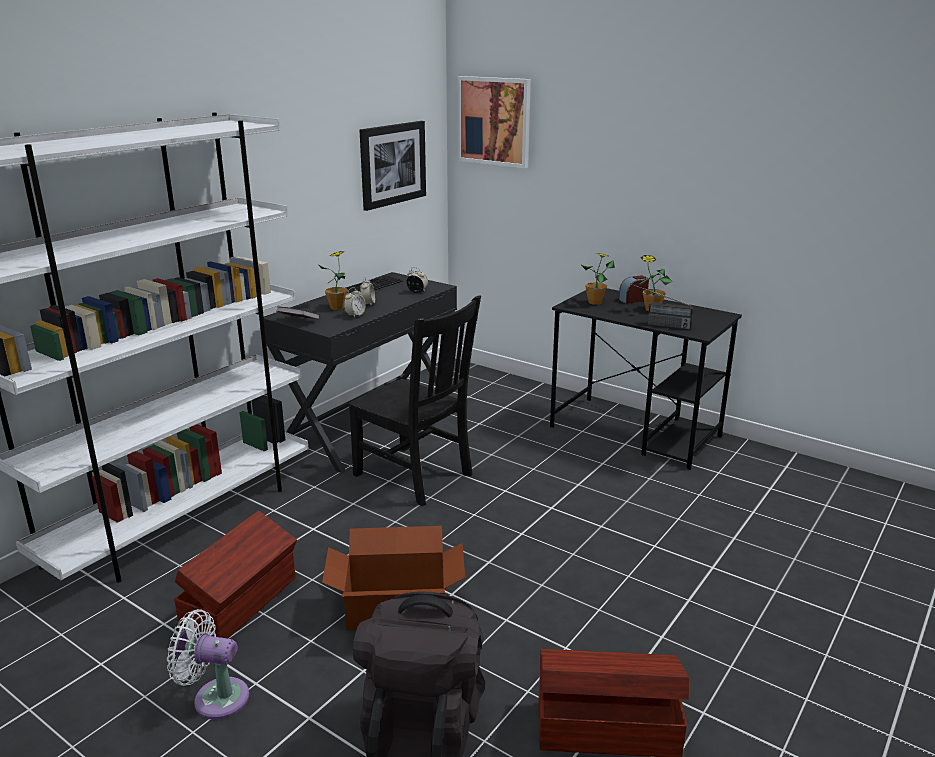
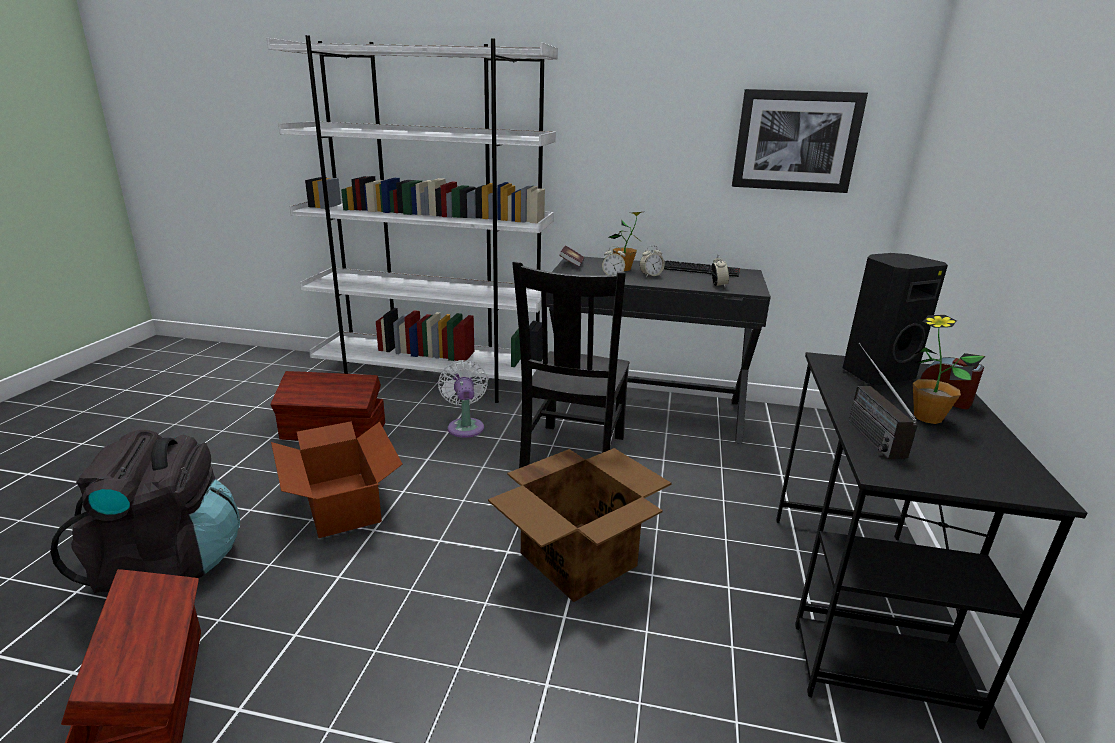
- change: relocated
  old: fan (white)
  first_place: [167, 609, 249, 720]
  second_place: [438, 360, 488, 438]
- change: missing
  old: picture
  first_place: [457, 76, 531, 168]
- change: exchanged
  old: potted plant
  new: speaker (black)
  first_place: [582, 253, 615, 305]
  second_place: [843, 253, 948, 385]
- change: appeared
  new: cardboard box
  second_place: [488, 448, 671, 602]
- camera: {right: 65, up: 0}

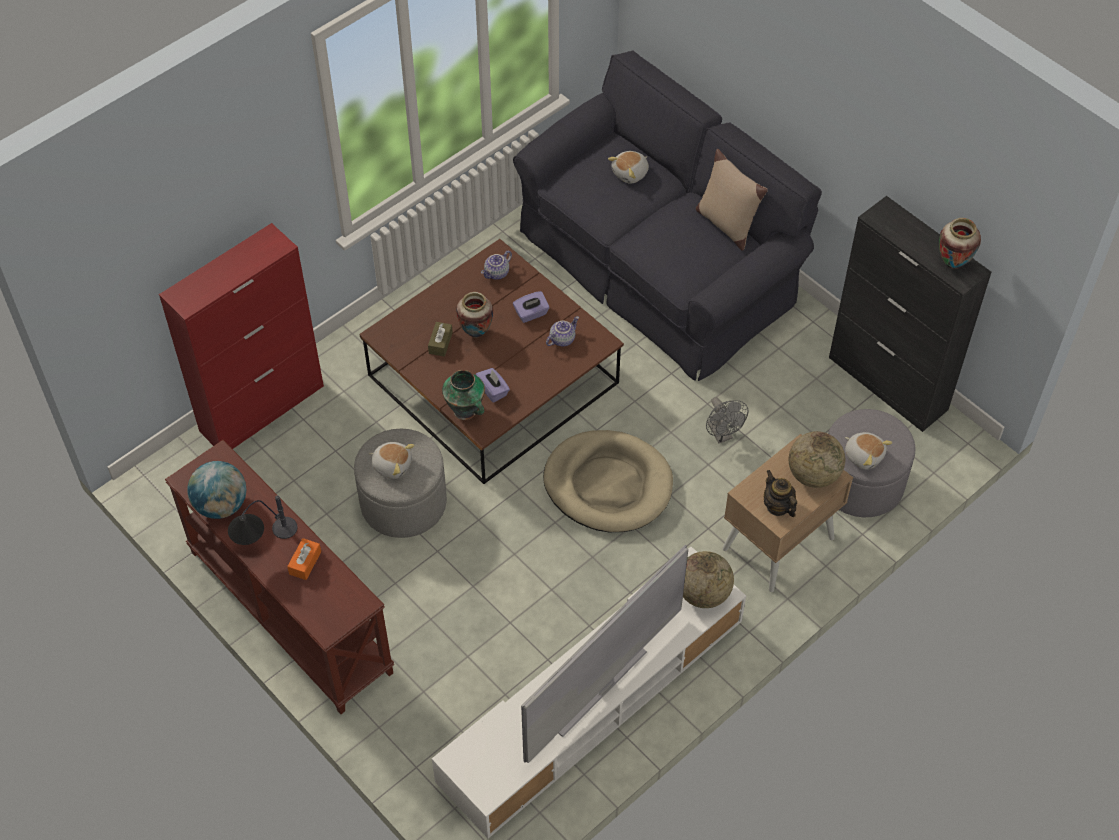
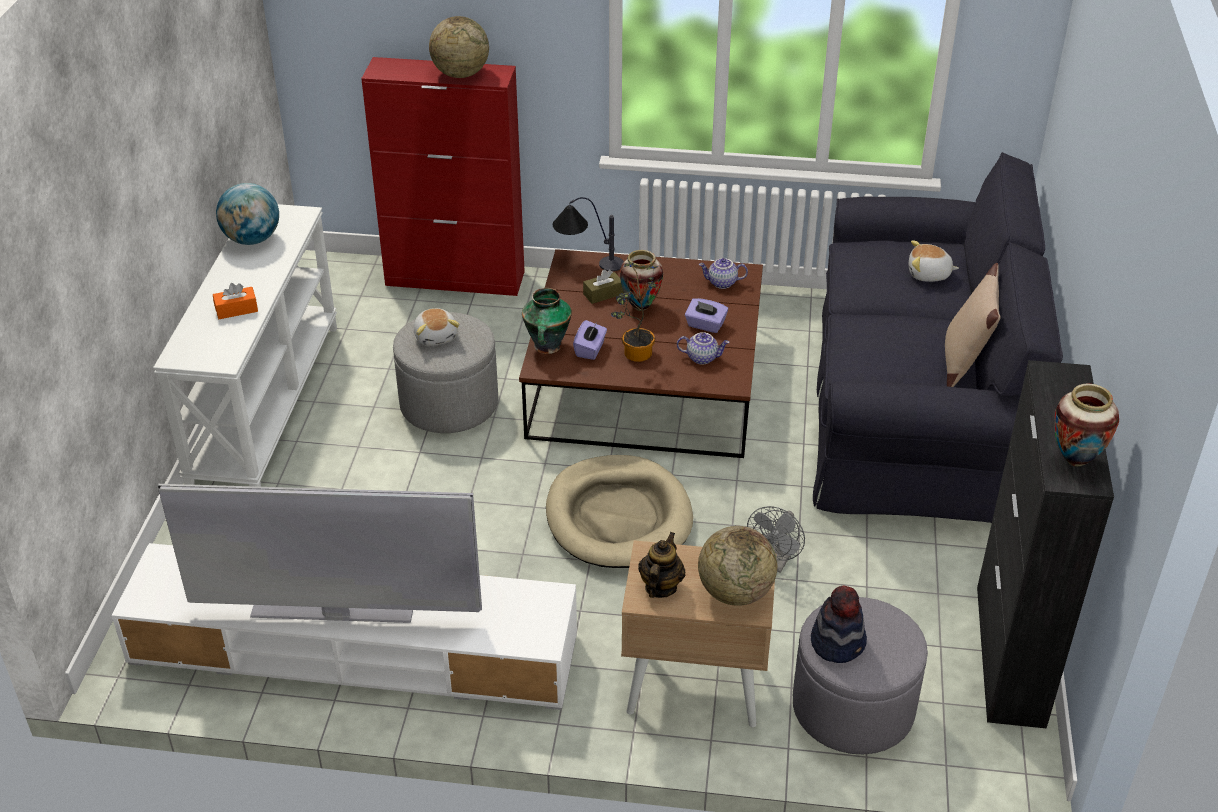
- change: colour
  old: console table (brown)
  new: console table (white)
  first_place: [165, 440, 394, 714]
  second_place: [153, 204, 337, 487]
- change: relocated
  old: table lamp
  first_place: [228, 495, 297, 545]
  second_place: [553, 197, 624, 271]
- change: relocated
  old: globe
  first_place: [683, 551, 734, 608]
  second_place: [429, 16, 489, 78]
- change: exchanged
  old: plush toy
  new: hat
  first_place: [845, 432, 892, 470]
  second_place: [811, 585, 867, 663]
- change: appeared
  new: potted plant
  second_place: [611, 263, 658, 362]
- camera: {right: 50, up: -15}

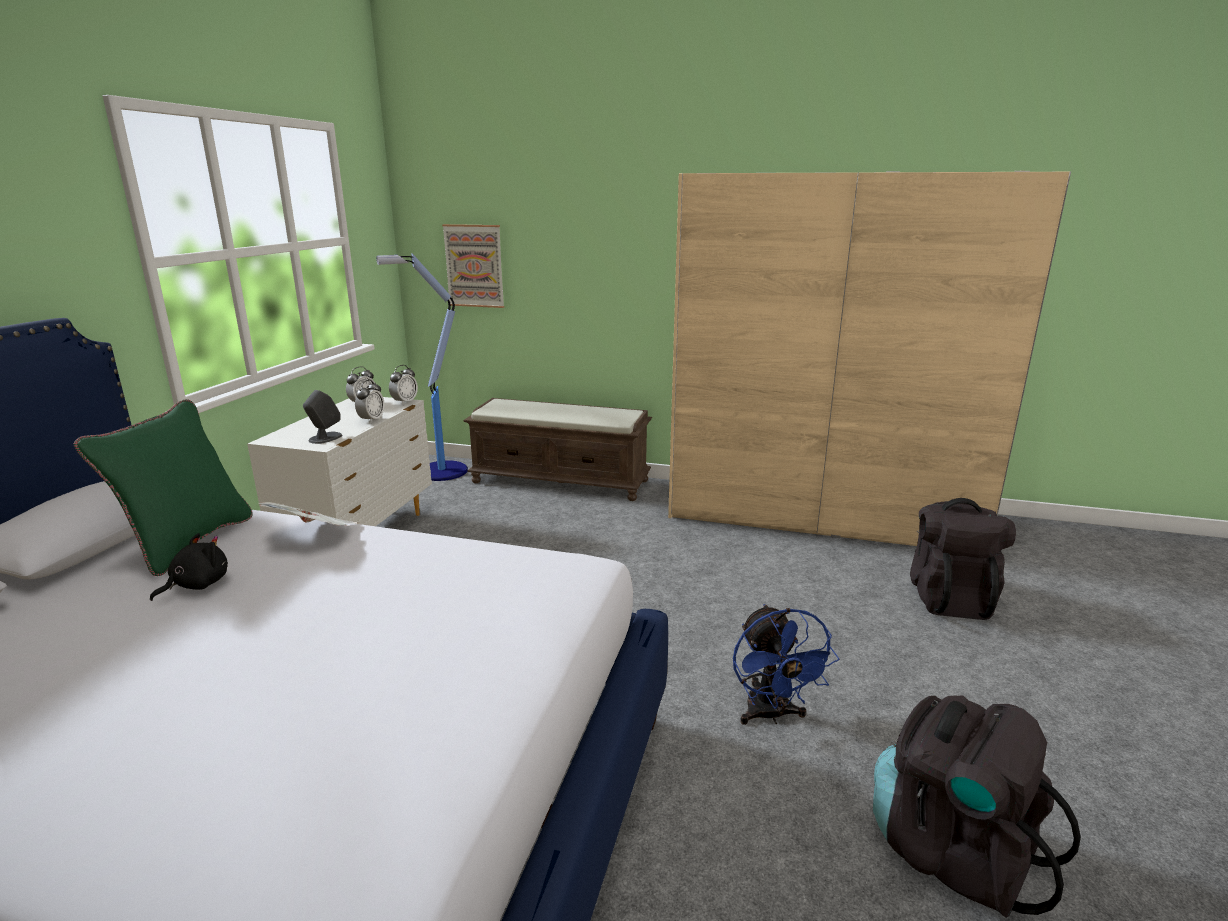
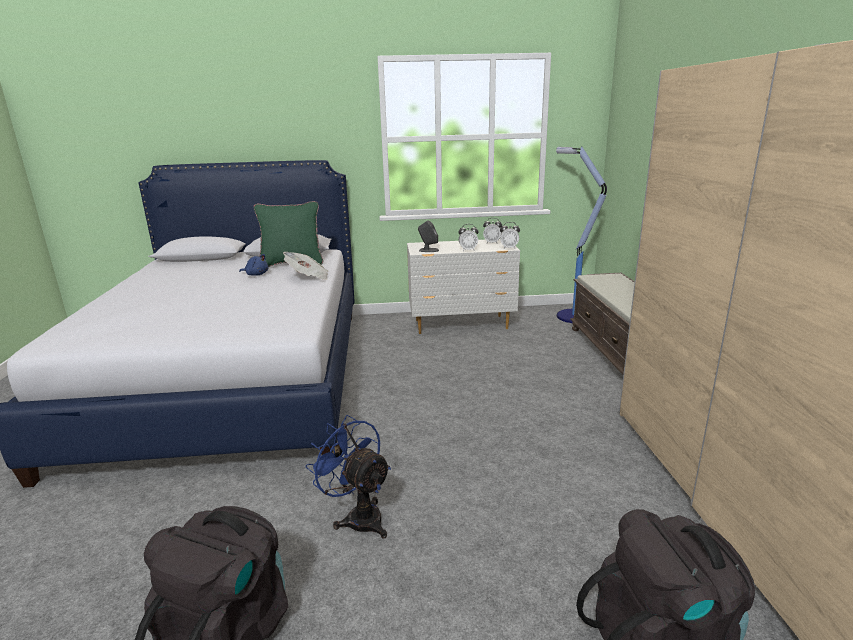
- change: colour
  old: plush toy (black)
  new: plush toy (blue)
  first_place: [150, 533, 228, 601]
  second_place: [239, 254, 269, 276]
- change: missing
  old: picture
  first_place: [442, 224, 504, 308]
- change: spun
  old: fan (blue)
  first_place: [733, 604, 839, 725]
  second_place: [306, 415, 391, 539]
  degrees: 75
- camera: {right: 70, up: 0}

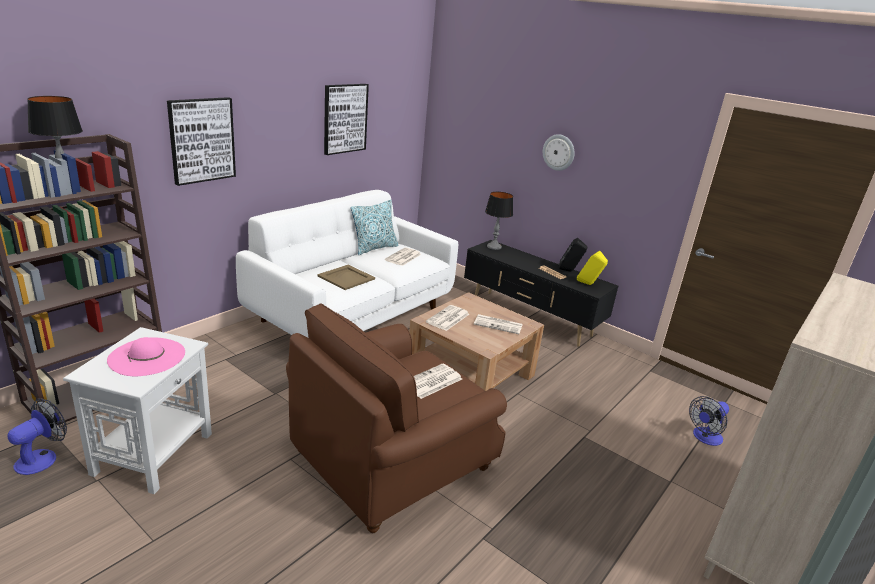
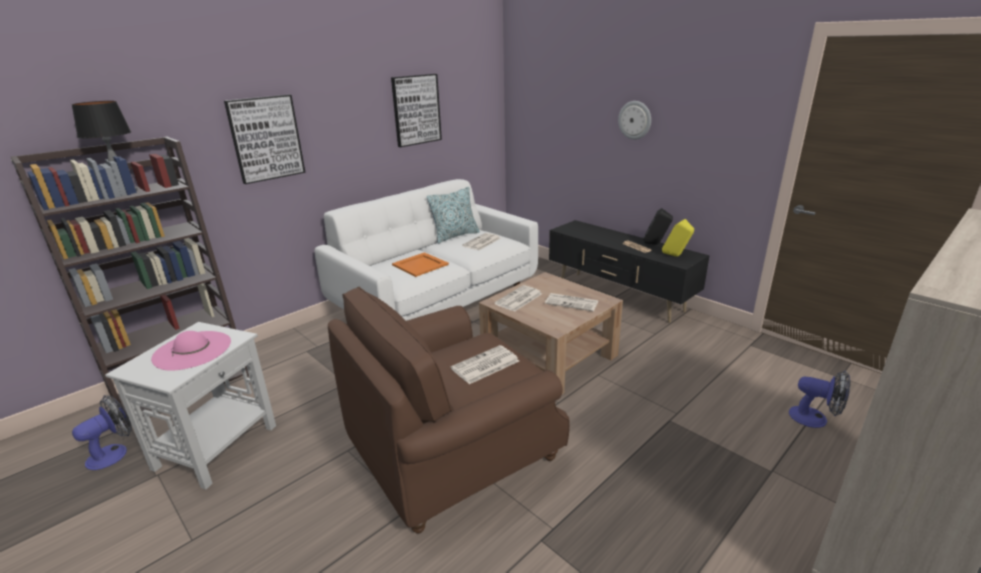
- change: colour
  old: tray (beige)
  new: tray (orange)
  first_place: [318, 265, 375, 290]
  second_place: [392, 252, 449, 277]
- change: missing
  old: table lamp
  first_place: [485, 192, 513, 250]
- change: spun
  old: fan
  first_place: [689, 396, 729, 446]
  second_place: [789, 371, 851, 428]
  degrees: -120
- camera: {right: 10, up: 0}

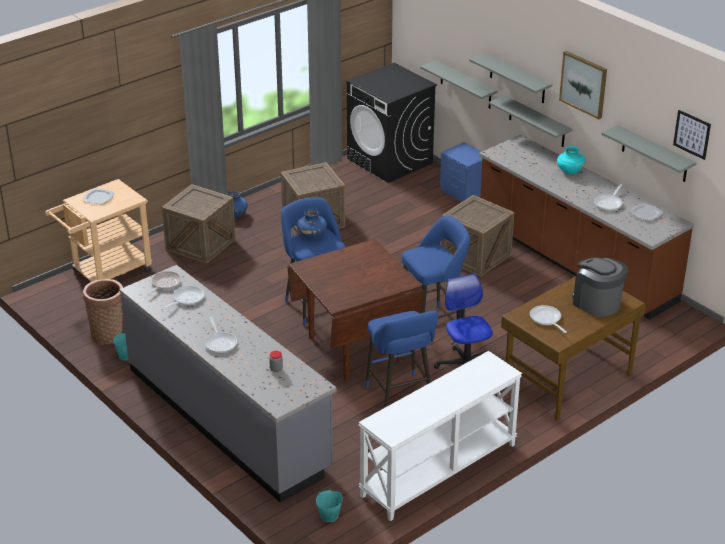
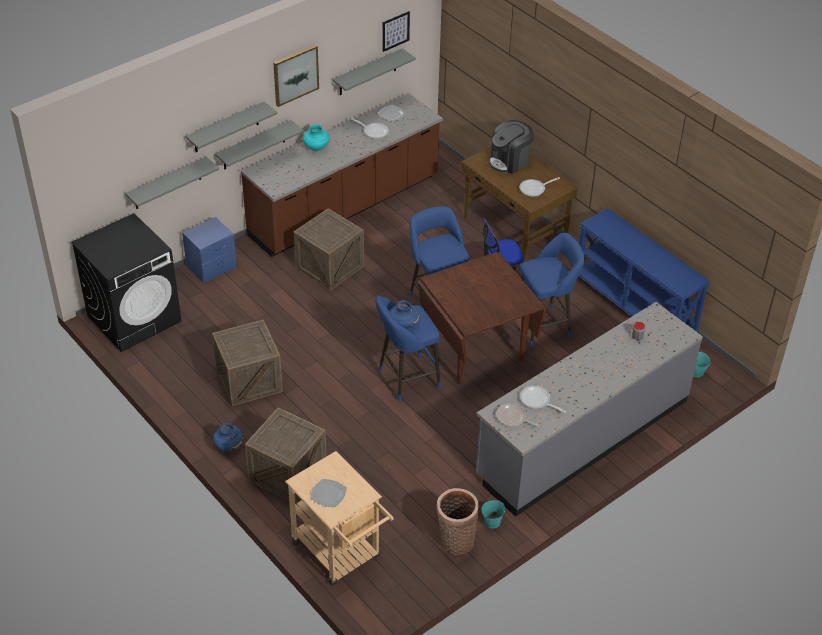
- change: missing
  old: frying pan
  first_place: [205, 317, 237, 353]
- change: colour
  old: console table (white)
  new: console table (blue)
  first_place: [359, 351, 522, 521]
  second_place: [576, 208, 710, 332]
- camera: {right: -90, up: 10}

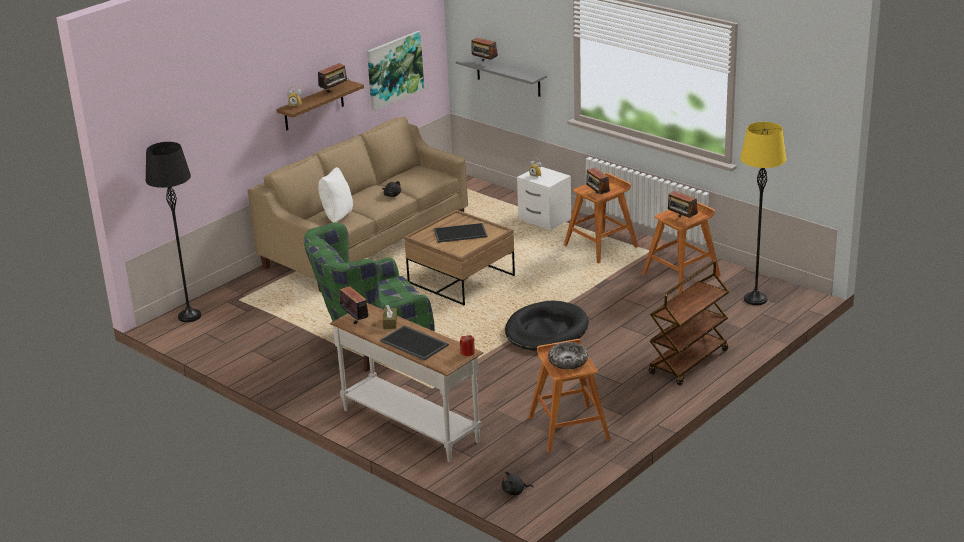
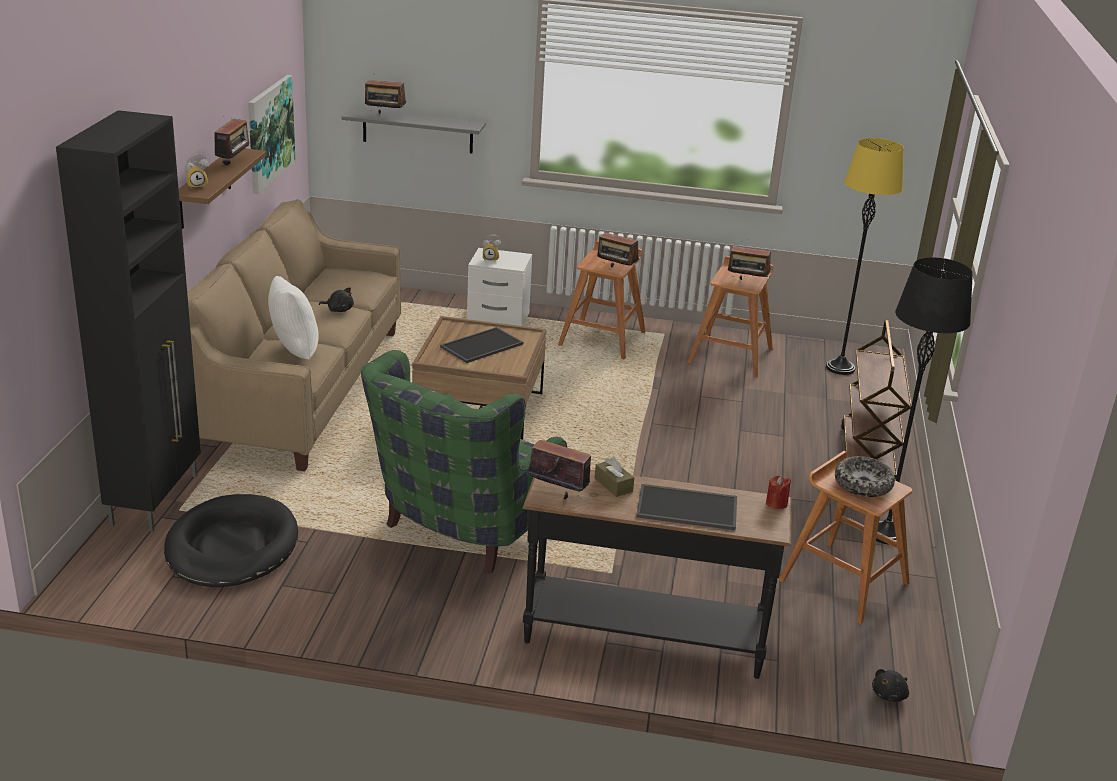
- change: relocated
  old: floor lamp (black)
  first_place: [146, 142, 201, 322]
  second_place: [876, 257, 973, 545]
- change: colour
  old: console table (white)
  new: console table (black)
  first_place: [330, 303, 483, 462]
  second_place: [523, 470, 792, 679]
- change: relocated
  old: dog bed (black)
  first_place: [505, 301, 588, 351]
  second_place: [164, 494, 298, 587]
- change: appeared
  new: cabinet (black)
  second_place: [56, 110, 201, 532]
- camera: {right: -35, up: 0}

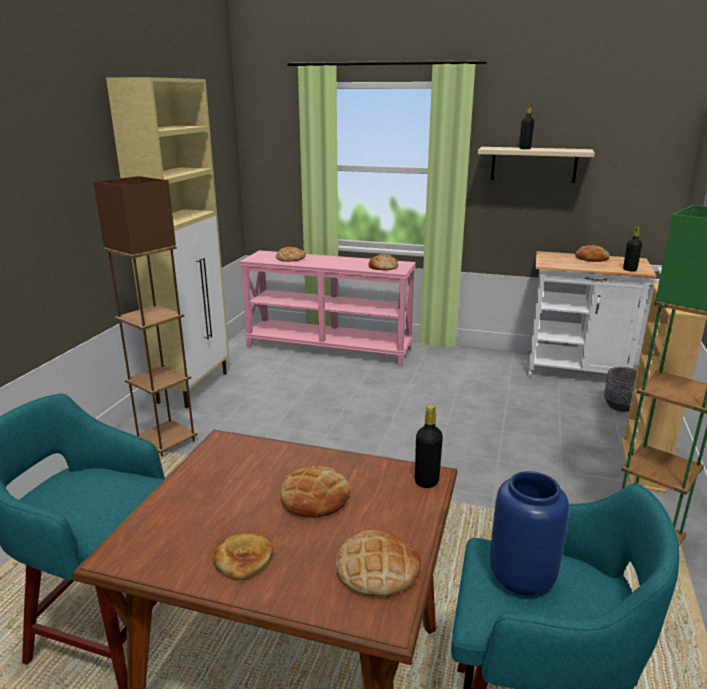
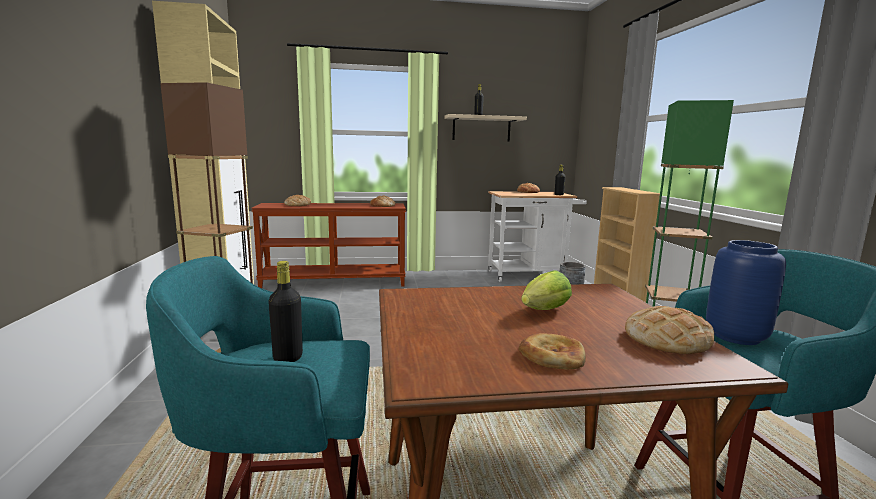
- change: colour
  old: console table (pink)
  new: console table (brown)
  first_place: [239, 250, 416, 367]
  second_place: [251, 203, 406, 288]
- change: exchanged
  old: bread
  new: lettuce
  first_place: [280, 466, 350, 517]
  second_place: [521, 270, 572, 310]
- change: relocated
  old: bottle (black)
  first_place: [415, 405, 443, 488]
  second_place: [268, 261, 303, 362]
- camera: {right: -25, up: -10}

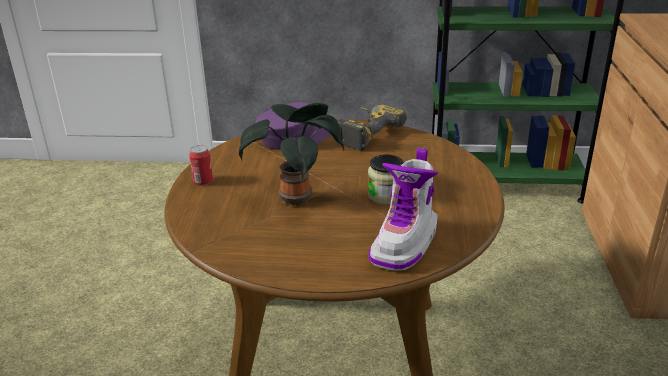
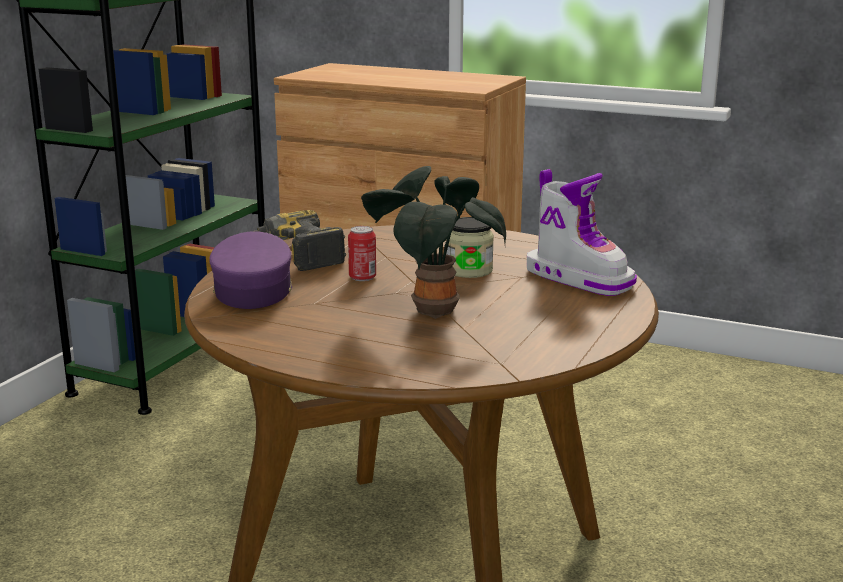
- change: relocated
  old: can
  first_place: [189, 145, 213, 186]
  second_place: [348, 226, 376, 281]
- camera: {right: -70, up: -10}

